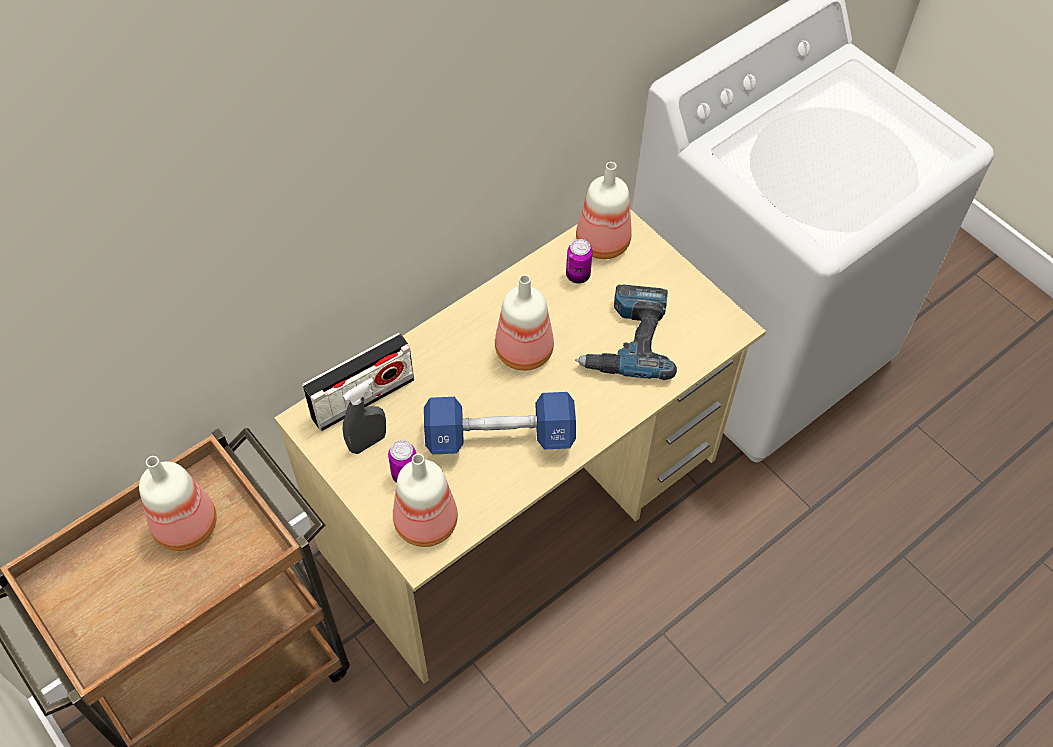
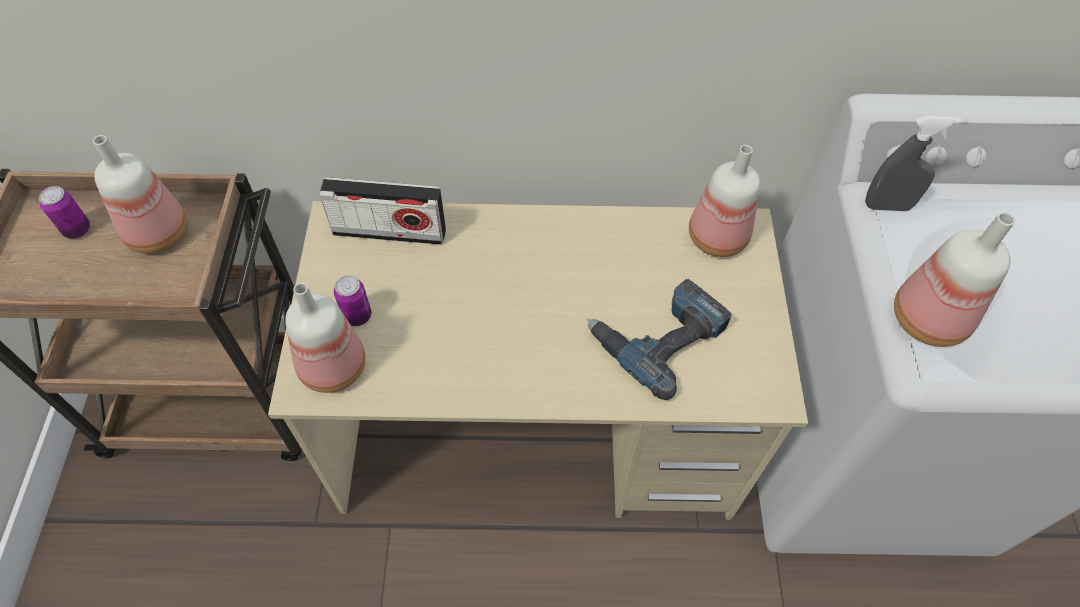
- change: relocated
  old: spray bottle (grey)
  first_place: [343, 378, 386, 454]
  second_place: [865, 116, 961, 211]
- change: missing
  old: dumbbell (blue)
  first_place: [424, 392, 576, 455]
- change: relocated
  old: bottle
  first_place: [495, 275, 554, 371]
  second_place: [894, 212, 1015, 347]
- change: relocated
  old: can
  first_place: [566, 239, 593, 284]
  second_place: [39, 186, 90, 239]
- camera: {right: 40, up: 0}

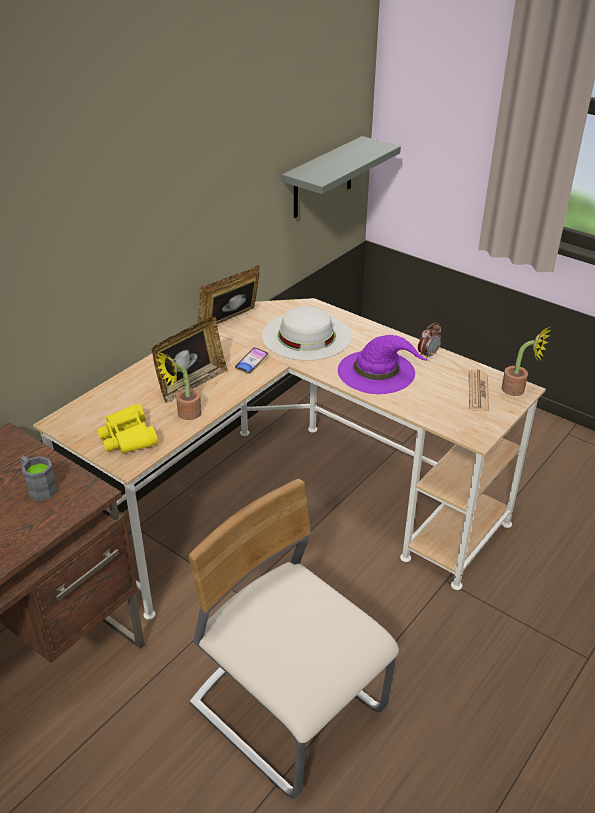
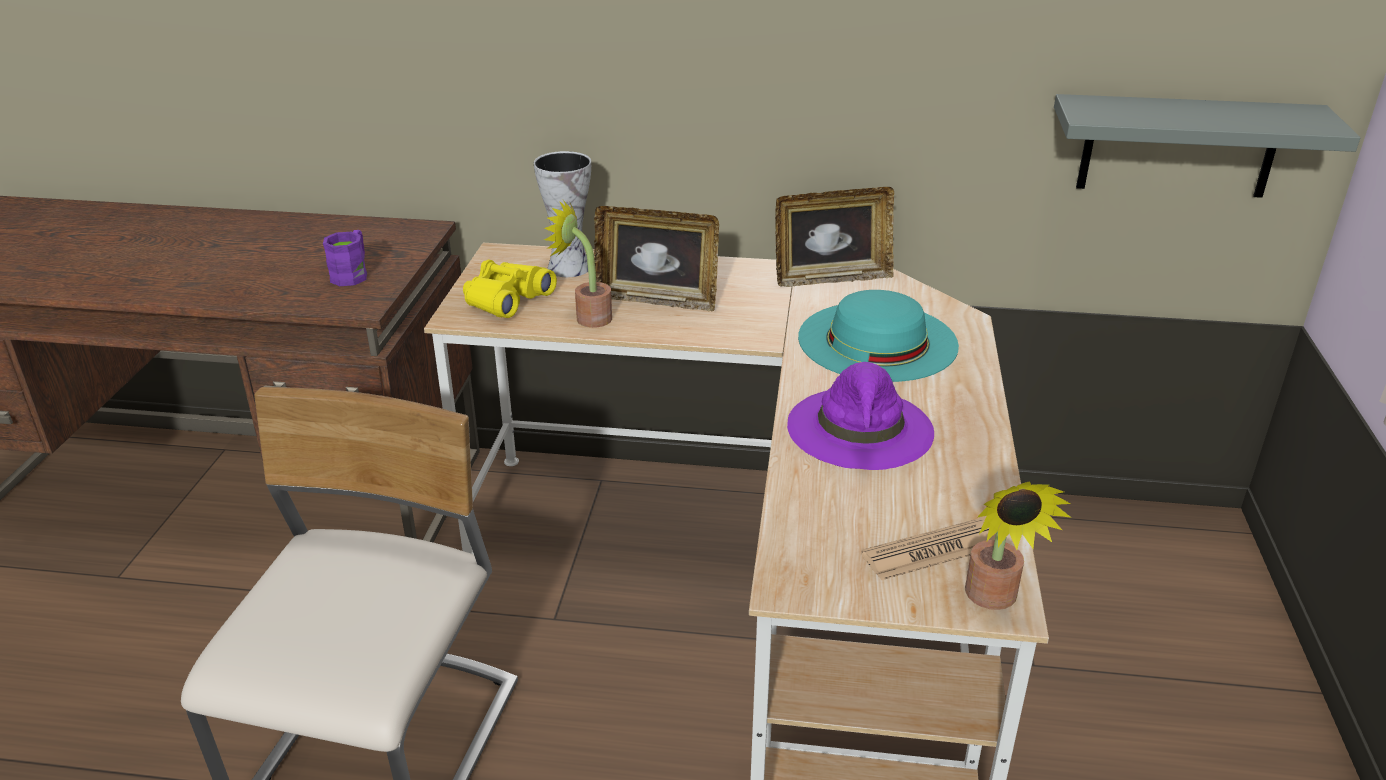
- change: colour
  old: mug (grey)
  new: mug (purple)
  first_place: [21, 456, 58, 501]
  second_place: [323, 230, 367, 286]
- change: spun
  old: picture frame
  first_place: [197, 265, 260, 324]
  second_place: [775, 187, 894, 287]
  degrees: 150
- change: missing
  old: phone
  first_place: [235, 348, 268, 374]
- change: colour
  old: hat (white)
  new: hat (turquoise)
  first_place: [262, 306, 351, 361]
  second_place: [798, 290, 959, 382]
- change: missing
  old: alarm clock
  first_place: [418, 323, 442, 359]
- change: appeared
  new: vase
  second_place: [534, 151, 591, 277]
- camera: {right: 60, up: -5}

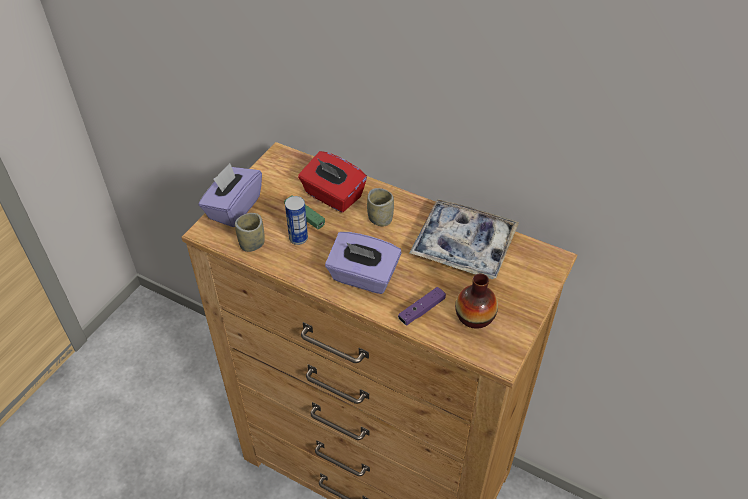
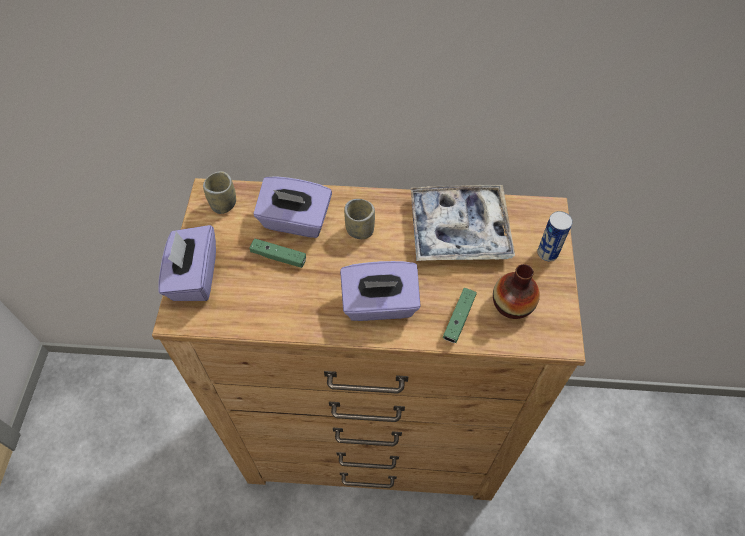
- change: relocated
  old: cup
  first_place: [235, 213, 265, 252]
  second_place: [203, 171, 236, 214]
- change: relocated
  old: can
  first_place: [285, 196, 308, 245]
  second_place: [537, 211, 573, 261]
- change: colour
  old: tissue box (red)
  new: tissue box (purple)
  first_place: [298, 151, 367, 212]
  second_place: [254, 176, 332, 238]
- change: colour
  old: game controller (purple)
  new: game controller (green)
  first_place: [398, 287, 446, 325]
  second_place: [443, 288, 477, 343]
- camera: {right: -25, up: 10}

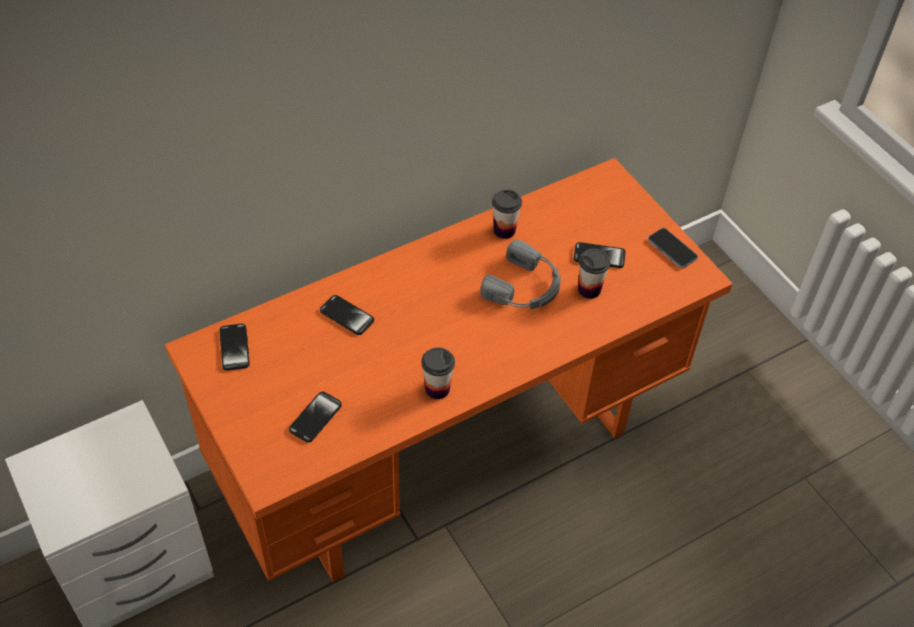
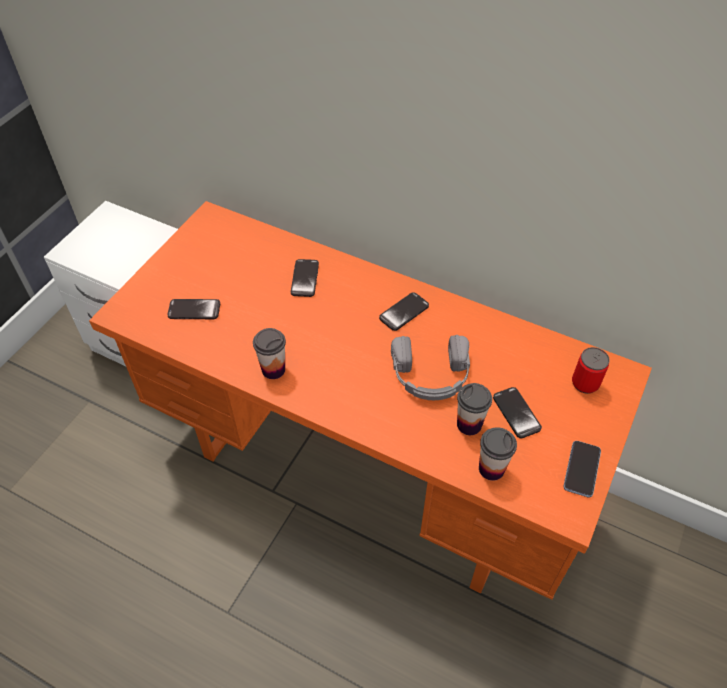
- change: relocated
  old: phone
  first_place: [220, 324, 250, 371]
  second_place: [379, 292, 429, 331]
- change: relocated
  old: cup
  first_place: [492, 189, 522, 239]
  second_place: [479, 428, 517, 481]
- change: appeared
  new: can
  second_place: [572, 347, 610, 394]
- camera: {right: 60, up: 0}

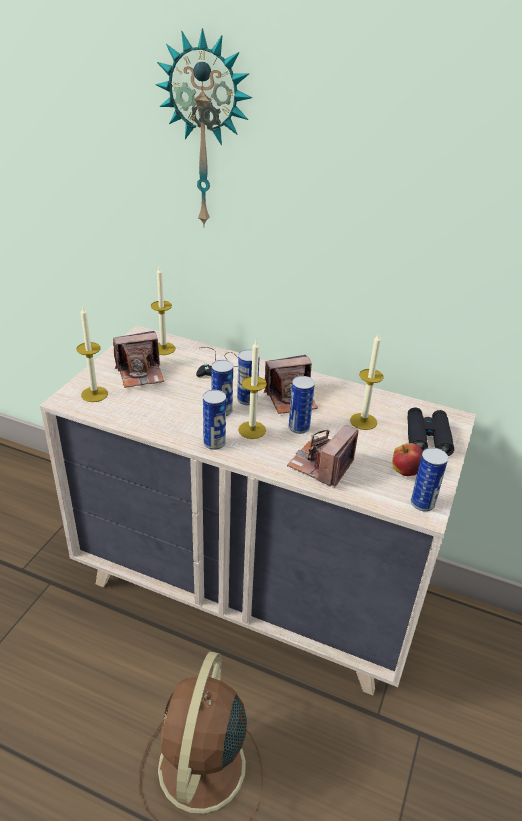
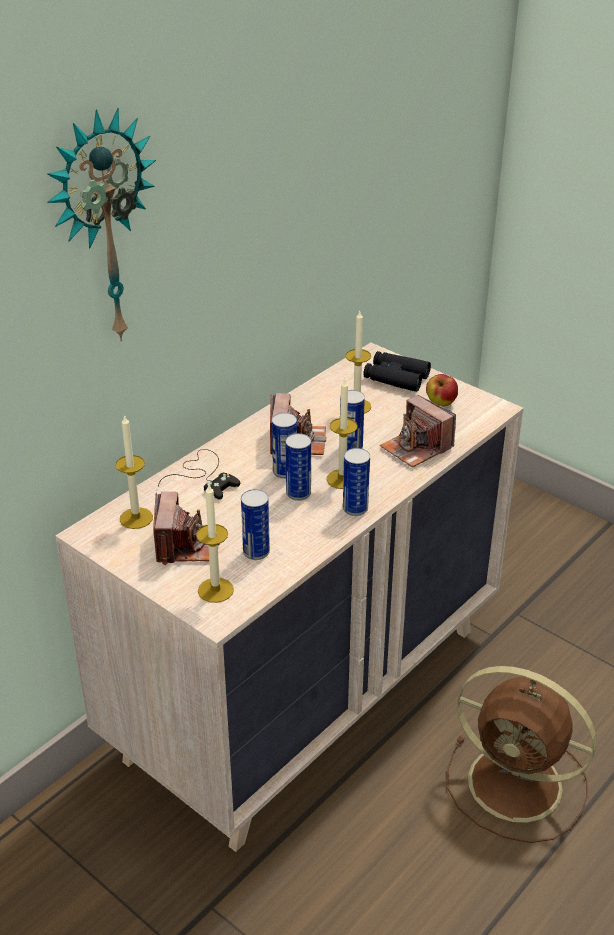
- change: relocated
  old: can
  first_place: [411, 447, 448, 512]
  second_place: [241, 489, 270, 560]
- camera: {right: -70, up: 0}

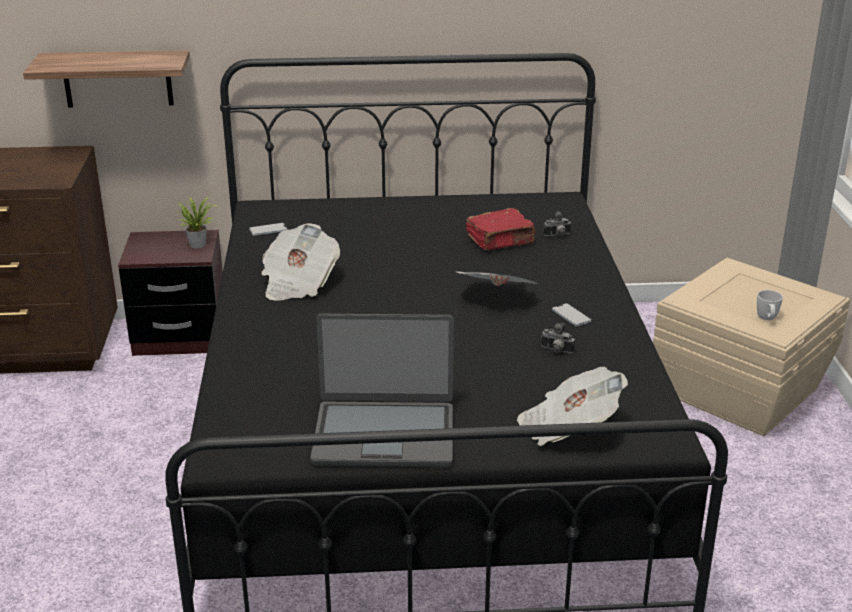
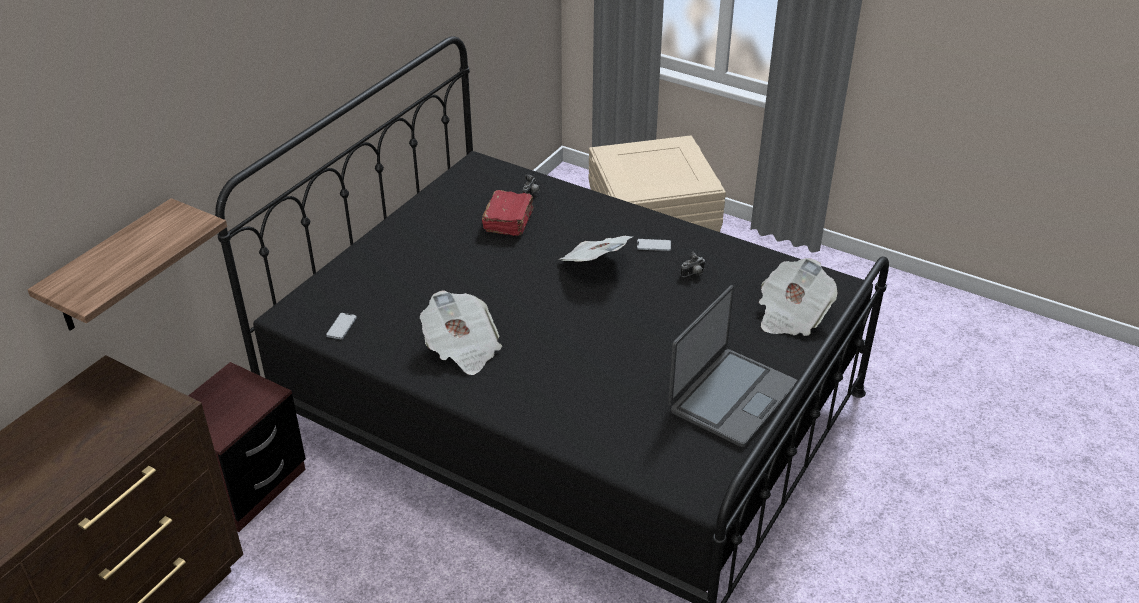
- change: missing
  old: potted plant
  first_place: [178, 197, 217, 249]
- change: missing
  old: mug (white)
  first_place: [757, 290, 783, 320]
- camera: {right: -55, up: 10}

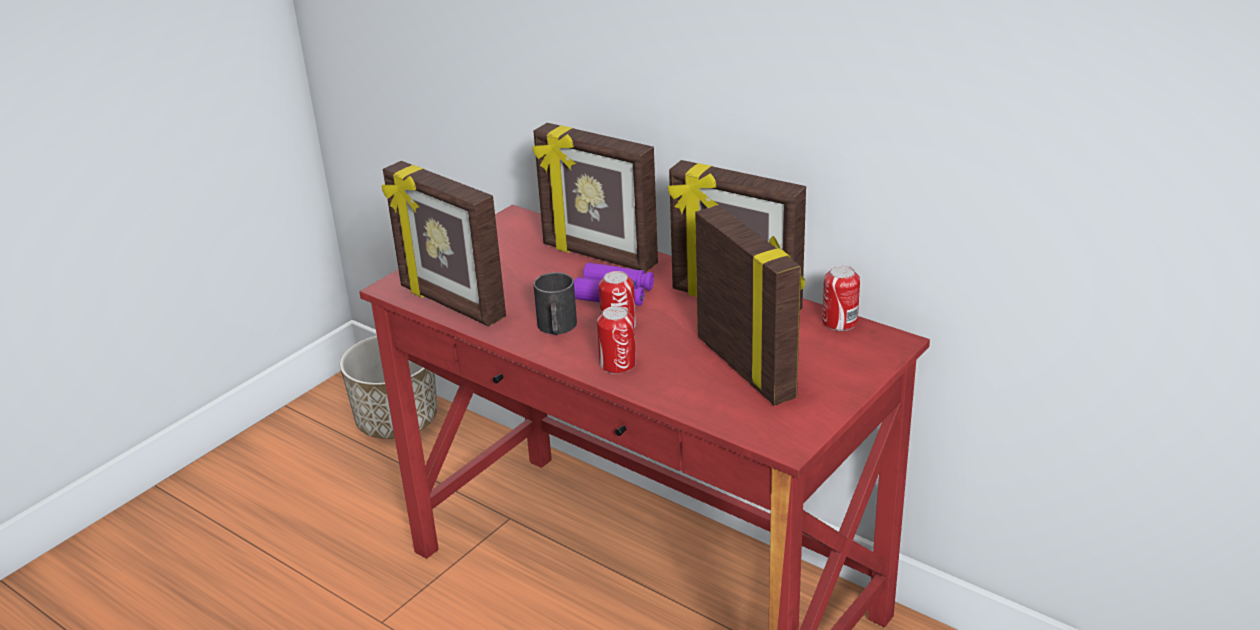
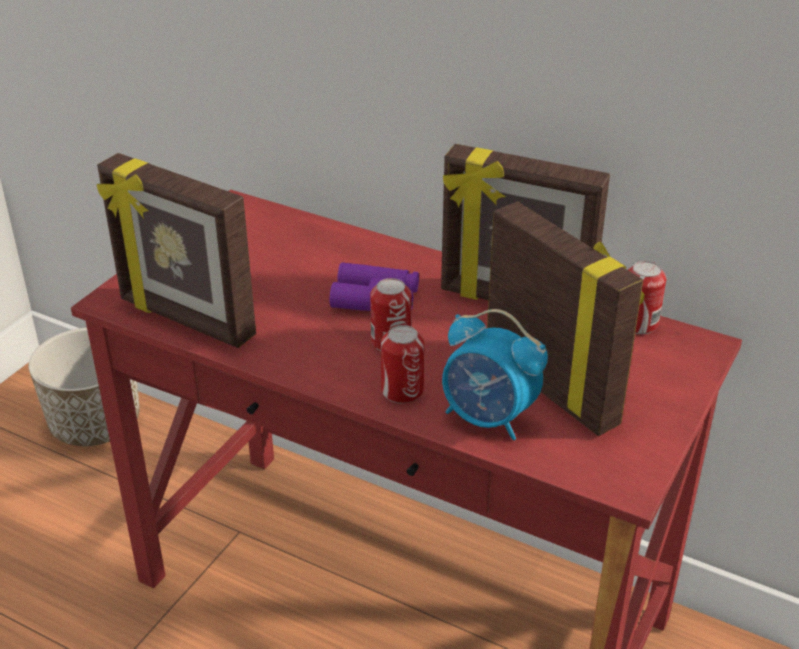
- change: missing
  old: picture frame
  first_place: [532, 123, 658, 273]
- change: missing
  old: mug (black)
  first_place: [533, 272, 577, 335]
- change: appeared
  new: alarm clock
  second_place: [442, 309, 548, 440]
- camera: {right: -10, up: 5}

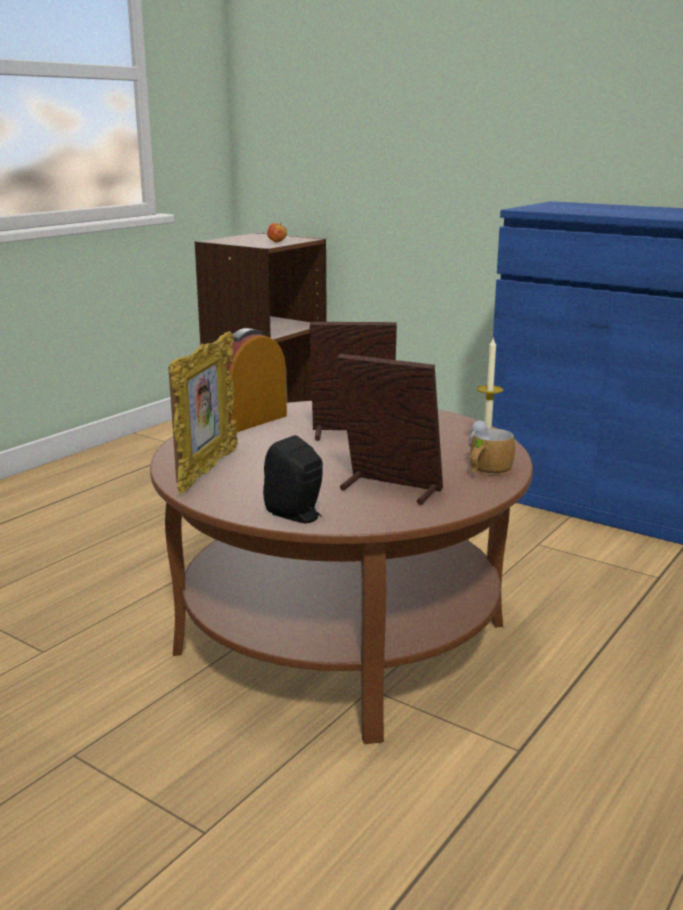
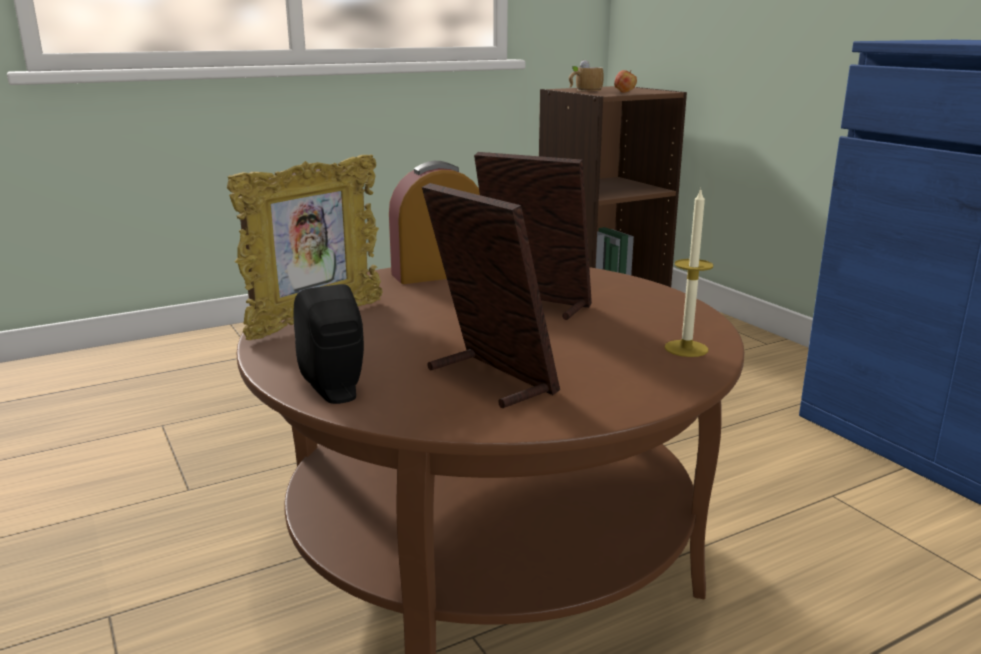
- change: relocated
  old: mug
  first_place: [469, 420, 515, 475]
  second_place: [569, 60, 604, 91]
- camera: {right: 25, up: 0}

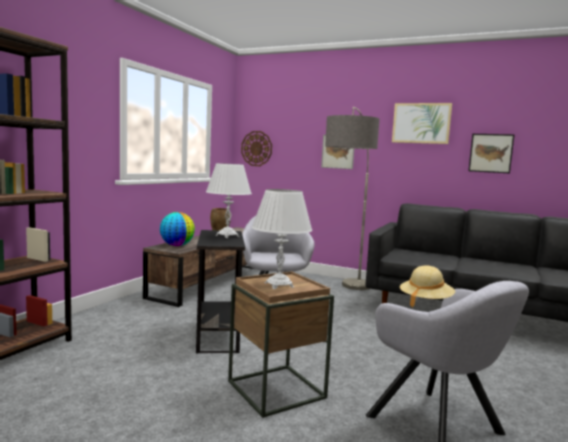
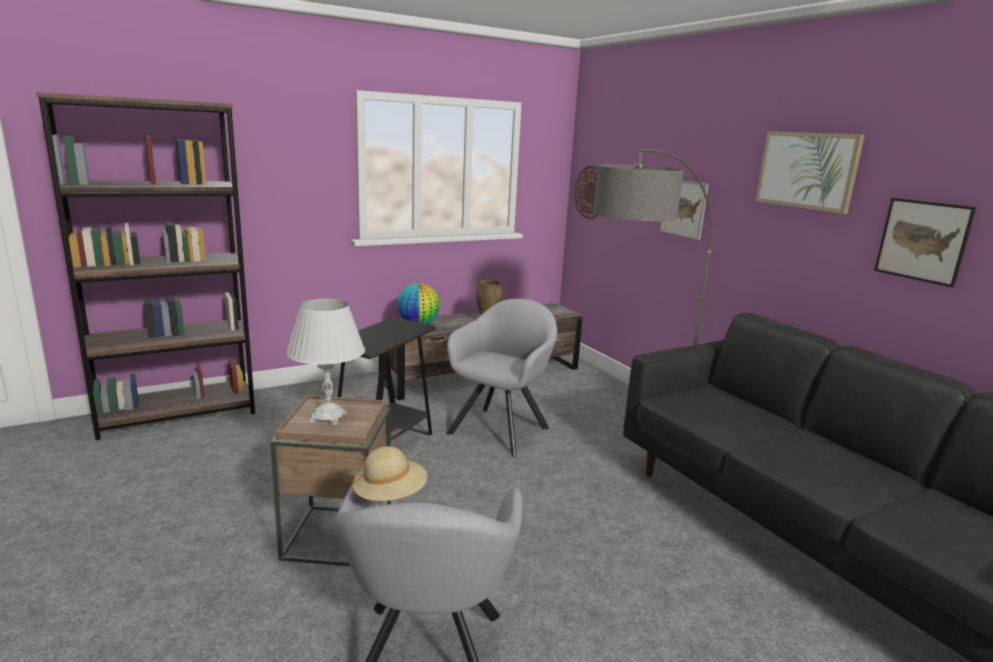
- change: missing
  old: table lamp (white)
  first_place: [206, 163, 252, 238]
- camera: {right: 35, up: 10}

